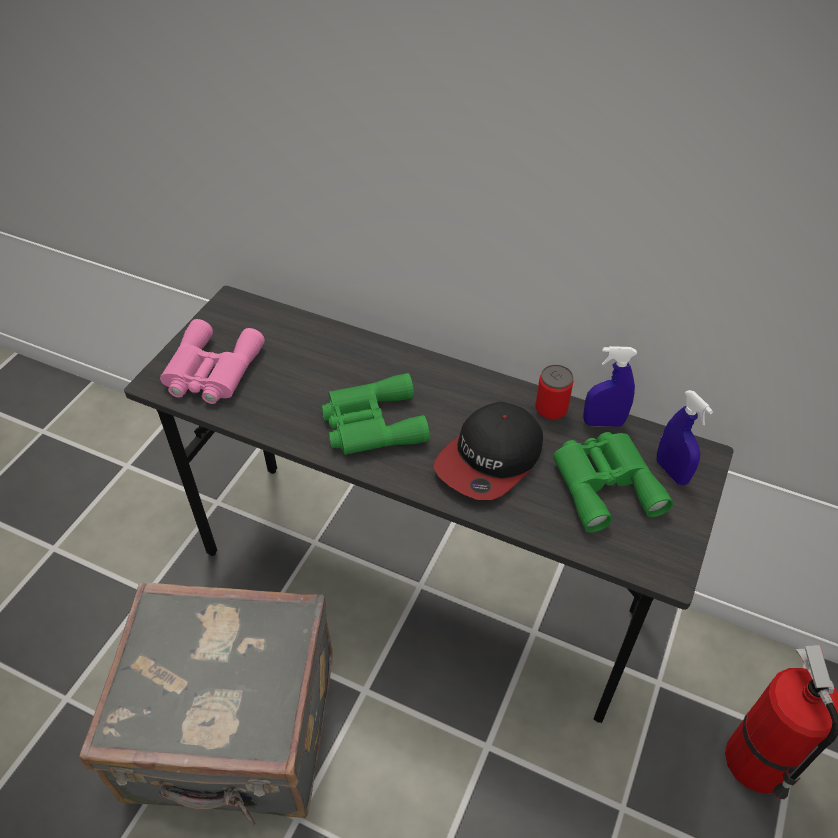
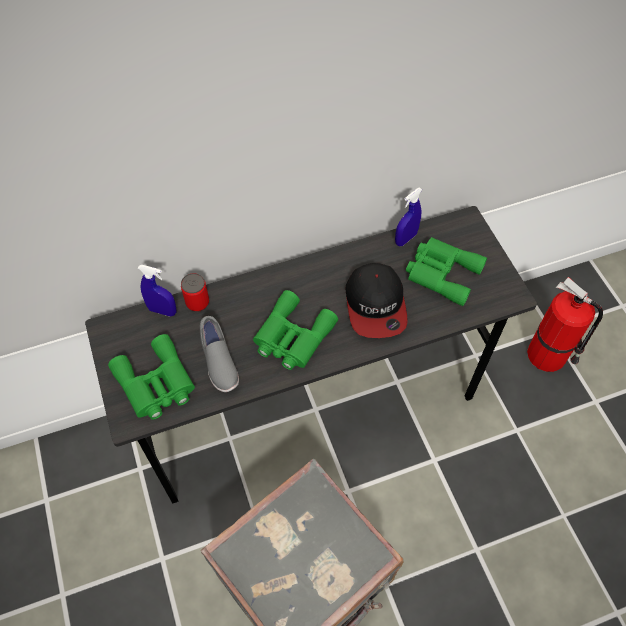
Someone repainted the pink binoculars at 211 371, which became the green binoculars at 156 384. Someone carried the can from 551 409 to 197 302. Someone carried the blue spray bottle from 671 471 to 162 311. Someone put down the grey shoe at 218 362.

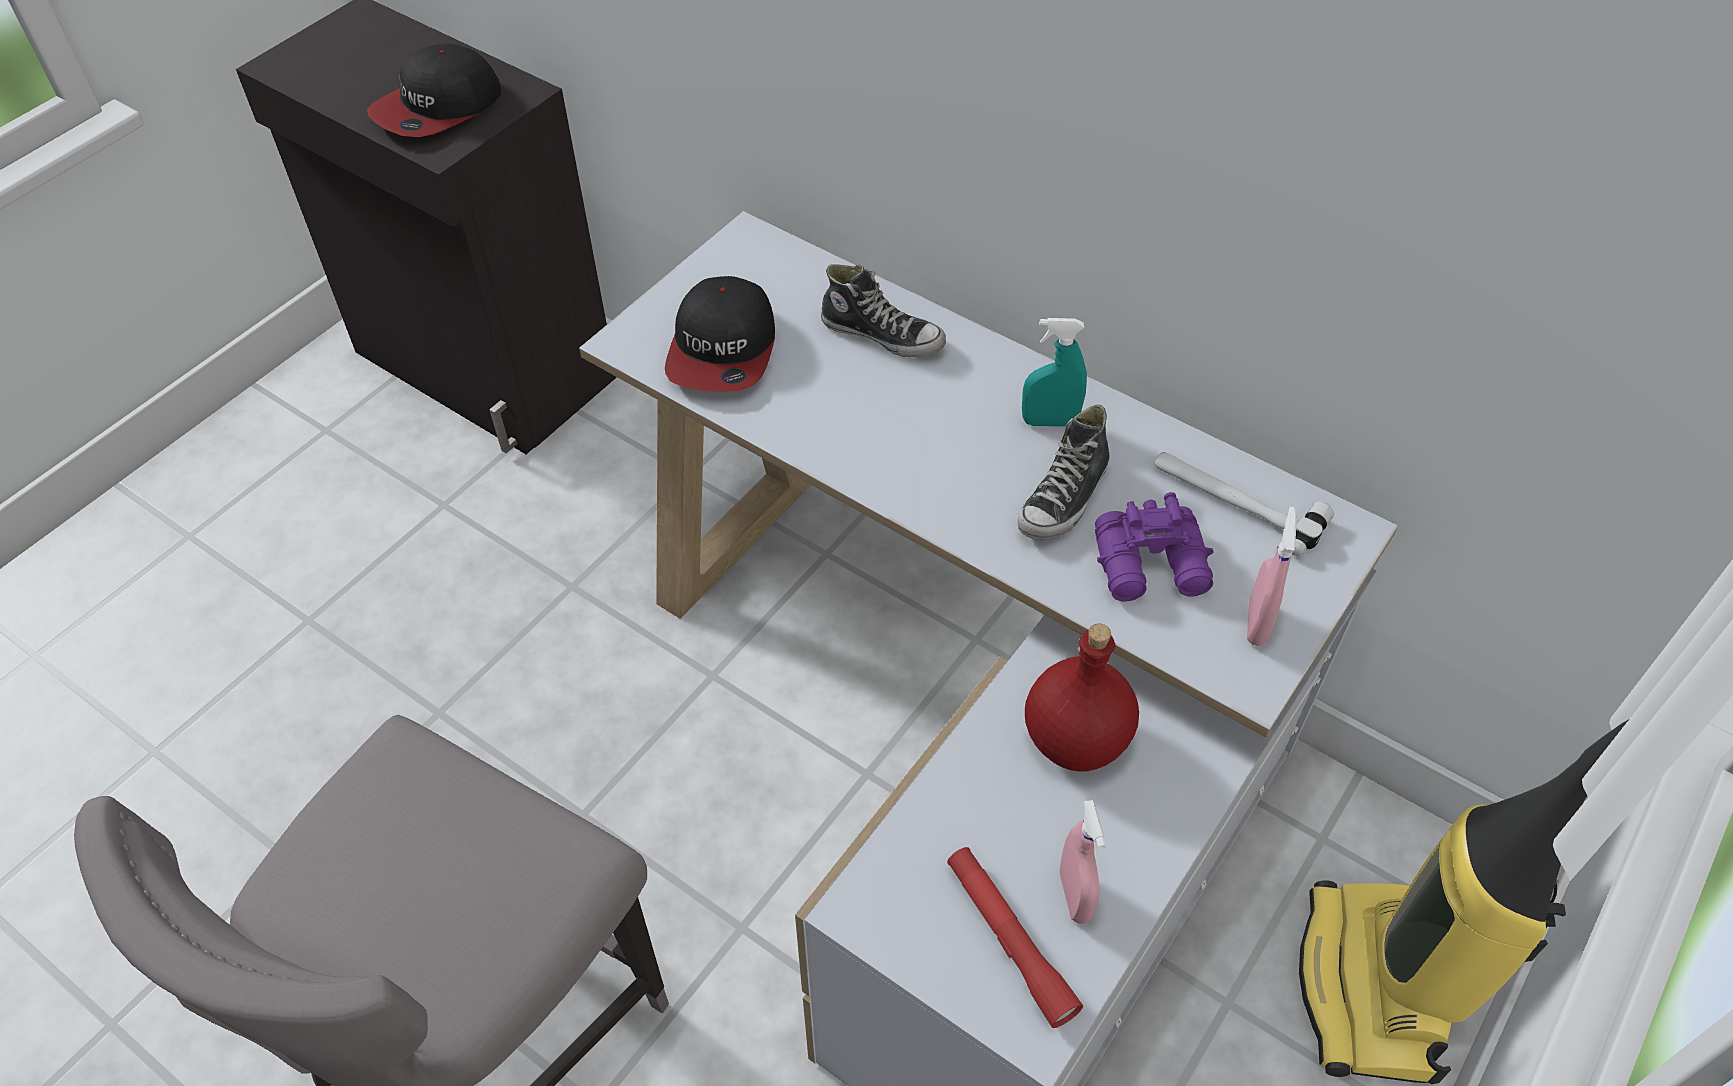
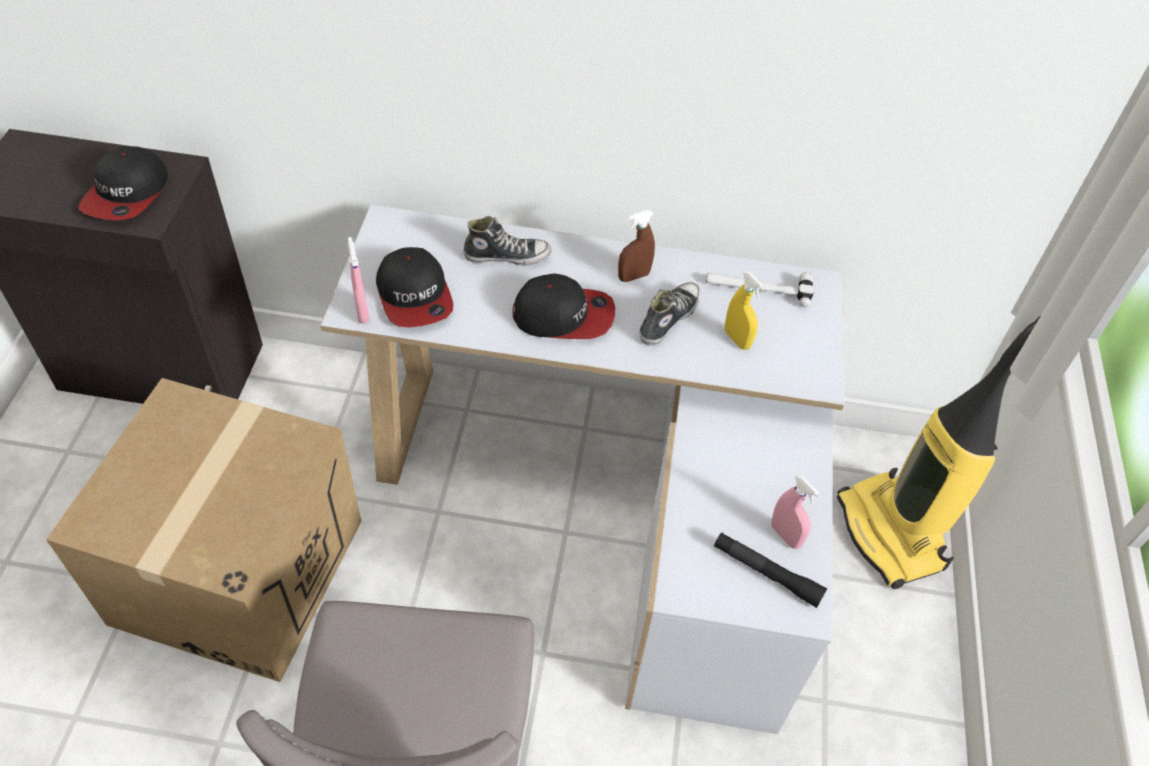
Someone repainted the red flashlight at 1009 940, which became the black flashlight at 766 573. Someone rotated the shoe at 1064 499 by 150 degrees counterclockwise. Someone repainted the turquoise spray bottle at 1049 422, which became the brown spray bottle at 634 276. Someone took away the red bottle at 1077 739. Someone swapped the purple binoculars at 1153 567 for the yellow spray bottle at 737 339. Someone carried the pink spray bottle from 1256 624 to 362 312. Someone put down the cardboard box at 238 570. Someone put down the cap at 564 315.

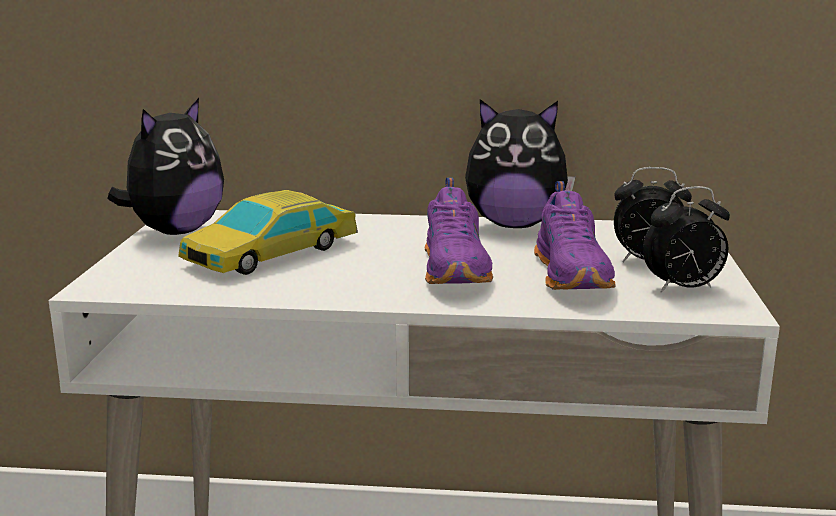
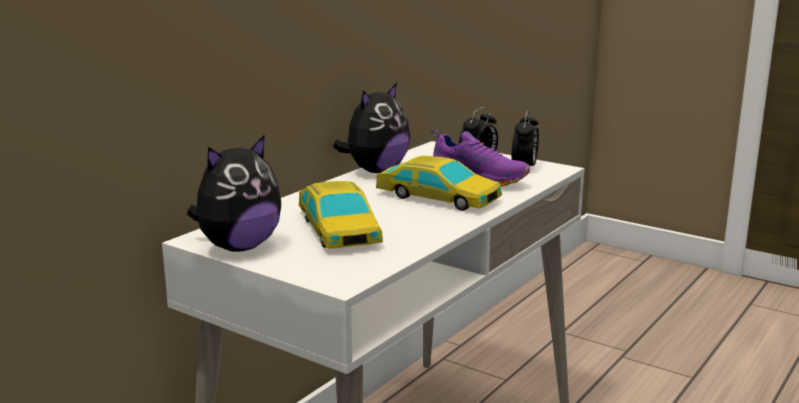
Someone rotated the plush toy at 175 231 by 75 degrees clockwise. Someone swapped the purple shoe at 457 270 for the toy car at 438 197.

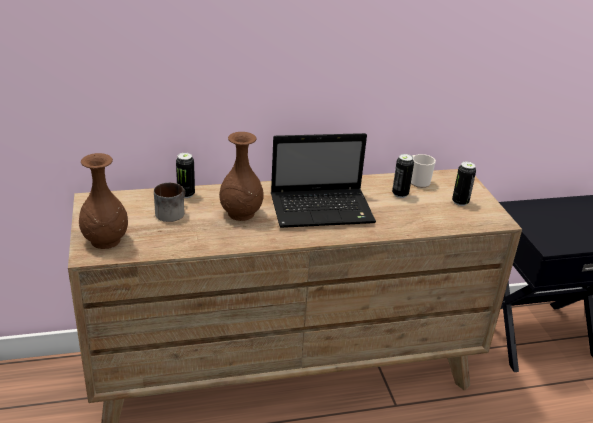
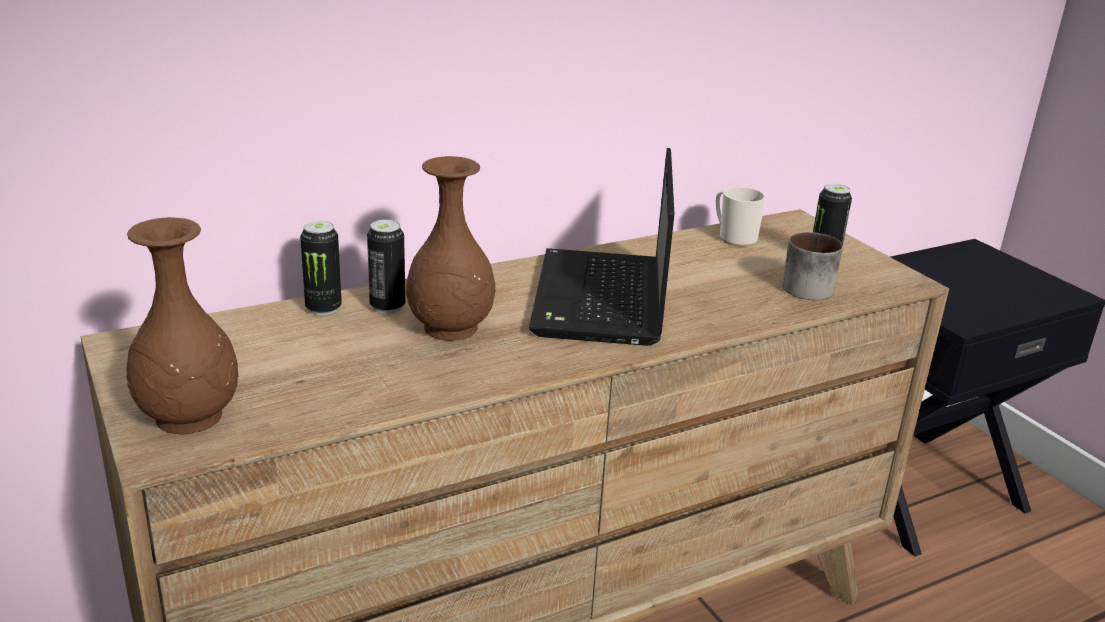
Someone carried the mug from 171 212 to 805 285. Someone rotated the laptop at 323 209 by 120 degrees clockwise. Someone carried the can from 400 194 to 387 307.

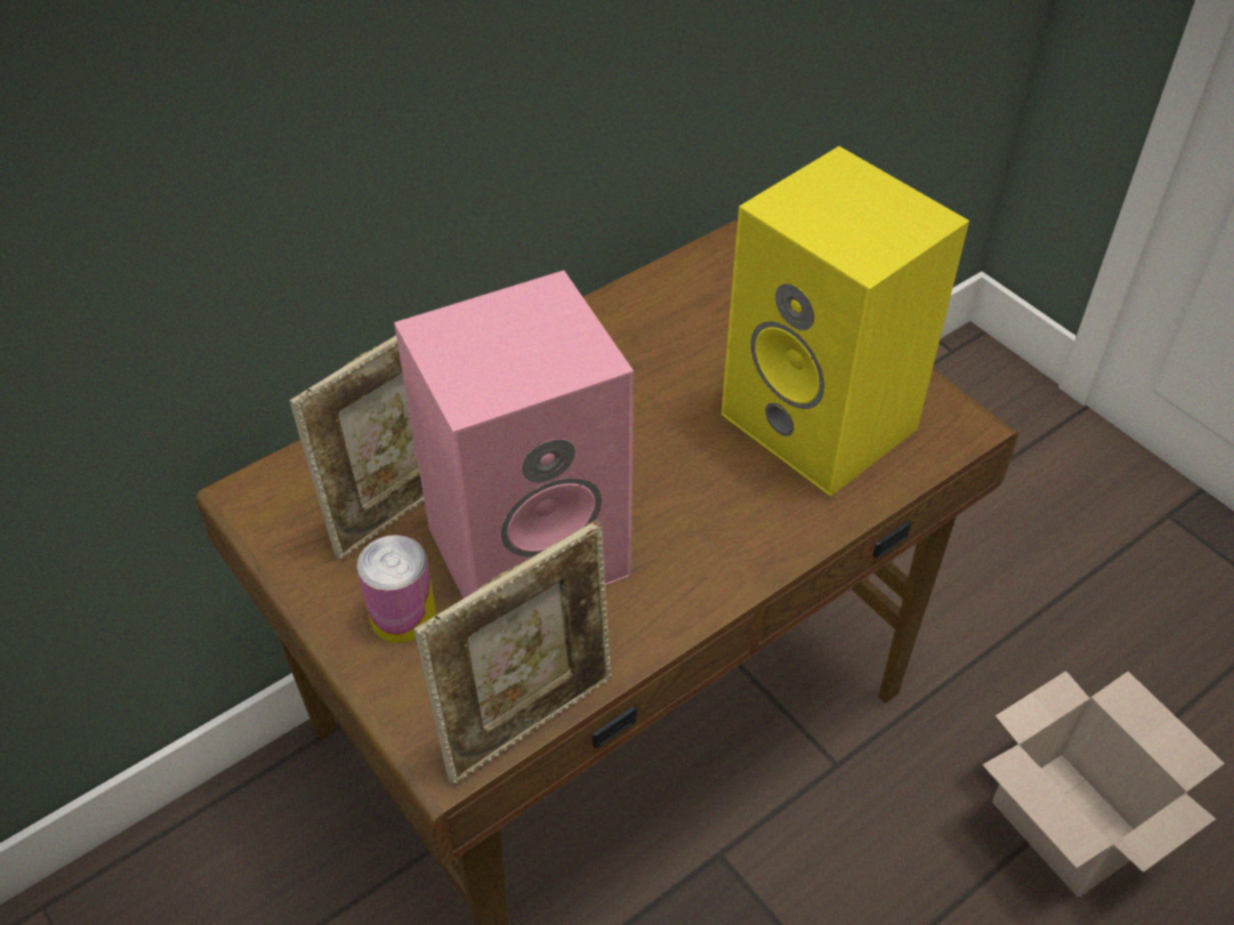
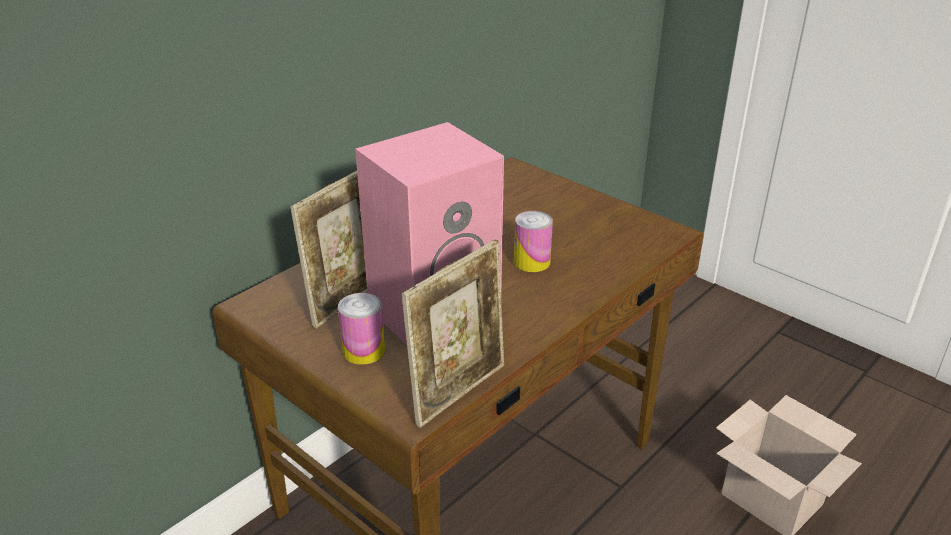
Someone took away the yellow speaker at 824 422. Someone put down the can at 532 262.

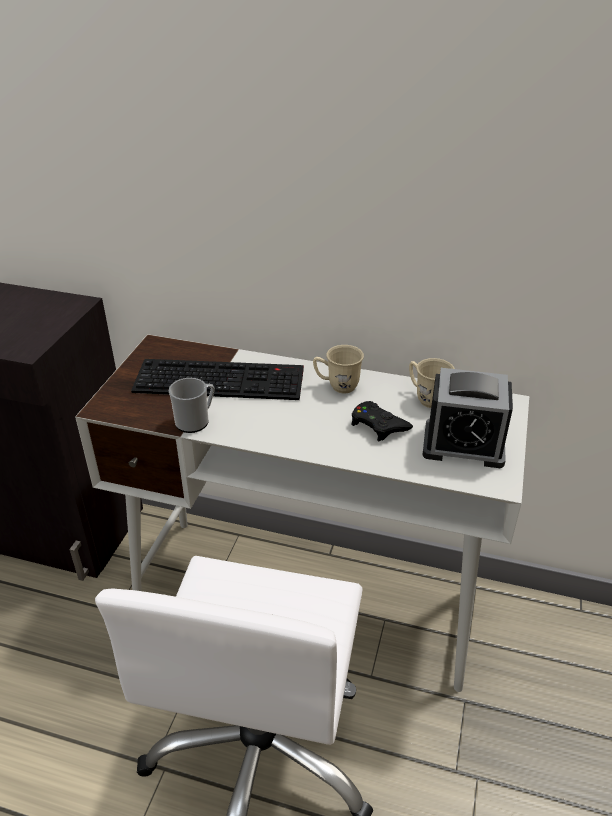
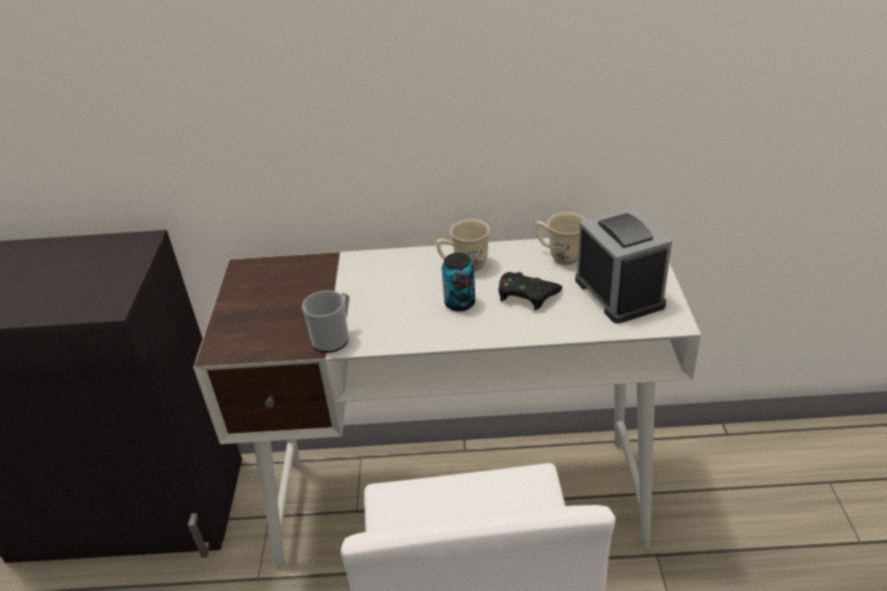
Someone took away the keyboard at 222 379. Someone rotated the alarm clock at 463 445 by 105 degrees counterclockwise. Someone put down the can at 459 303.

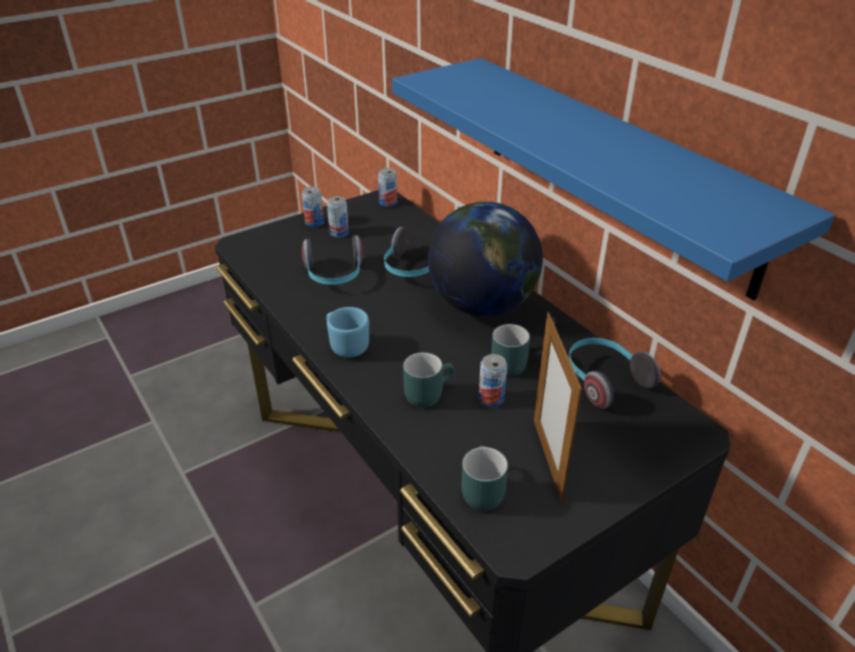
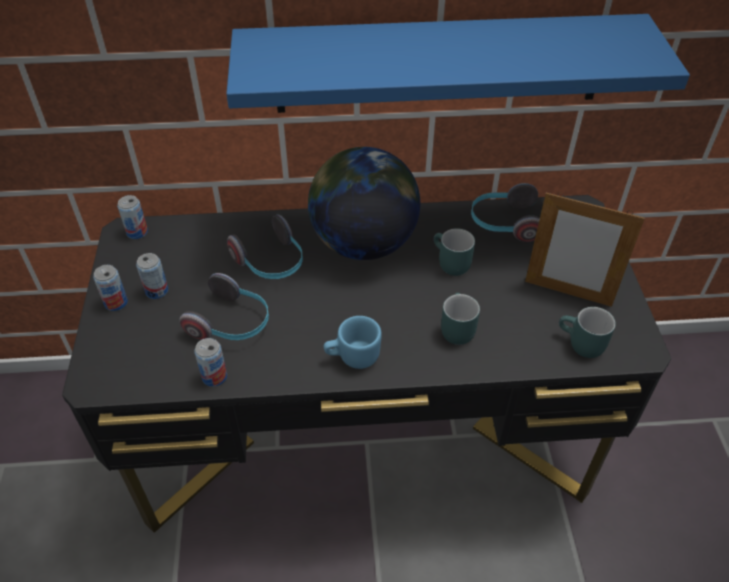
Someone carried the can from 491 399 to 214 376.

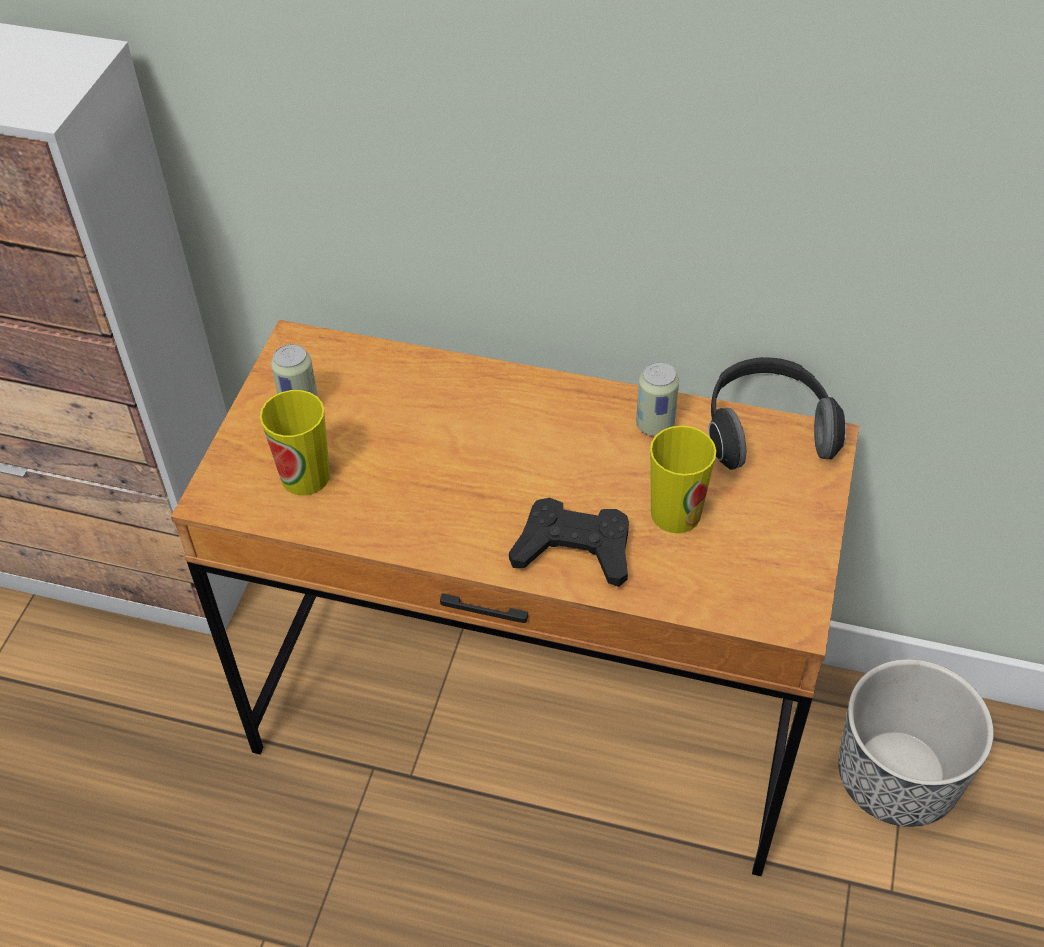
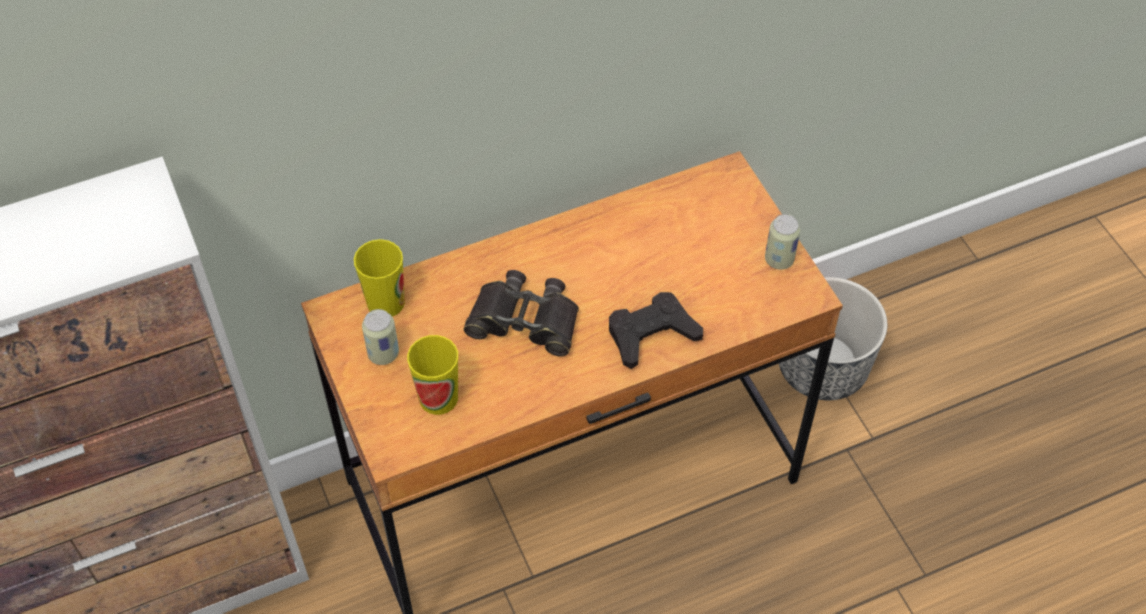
Someone carried the can from 655 424 to 779 259. Someone carried the cup from 675 513 to 386 302. Someone took away the headphones at 766 430. Someone put down the black binoculars at 525 320.

